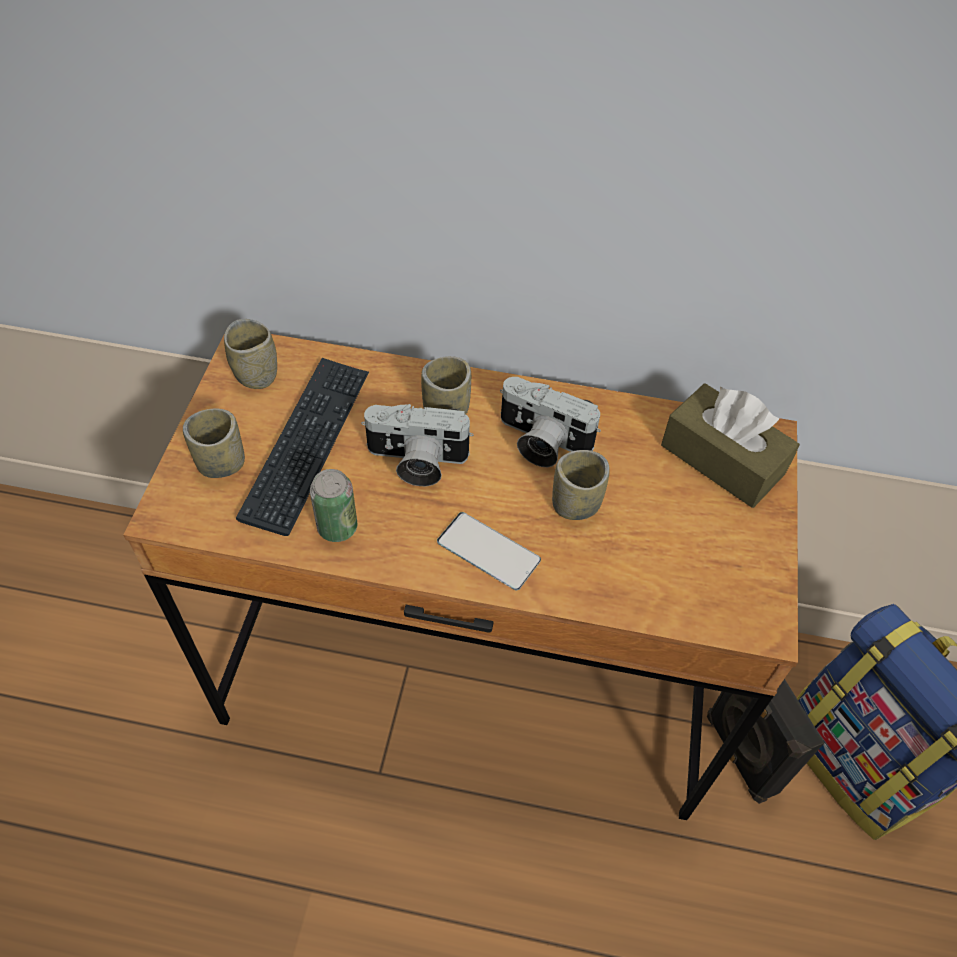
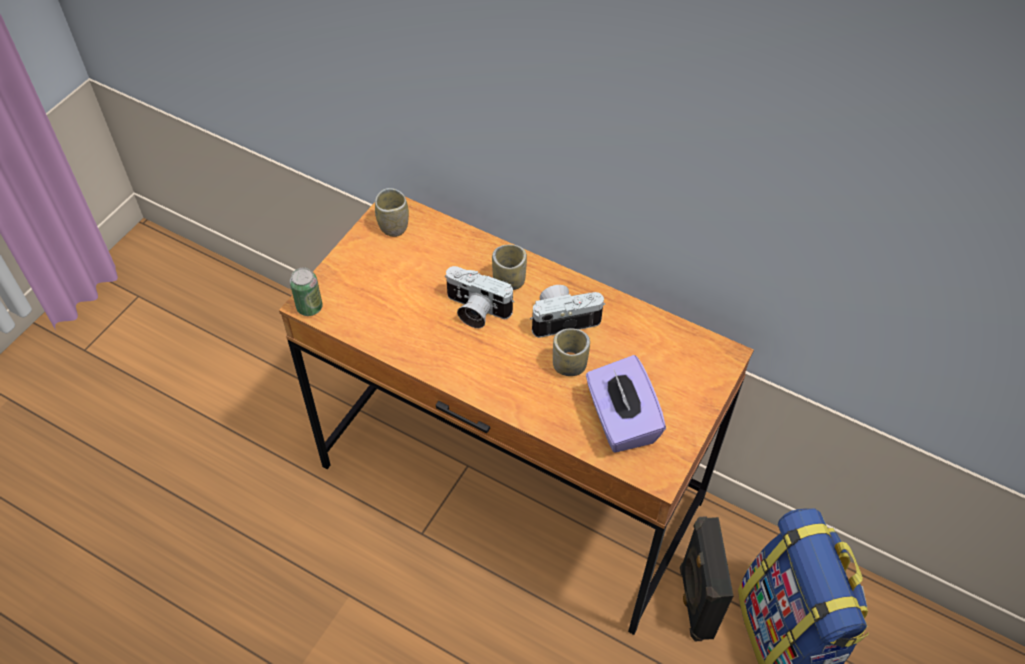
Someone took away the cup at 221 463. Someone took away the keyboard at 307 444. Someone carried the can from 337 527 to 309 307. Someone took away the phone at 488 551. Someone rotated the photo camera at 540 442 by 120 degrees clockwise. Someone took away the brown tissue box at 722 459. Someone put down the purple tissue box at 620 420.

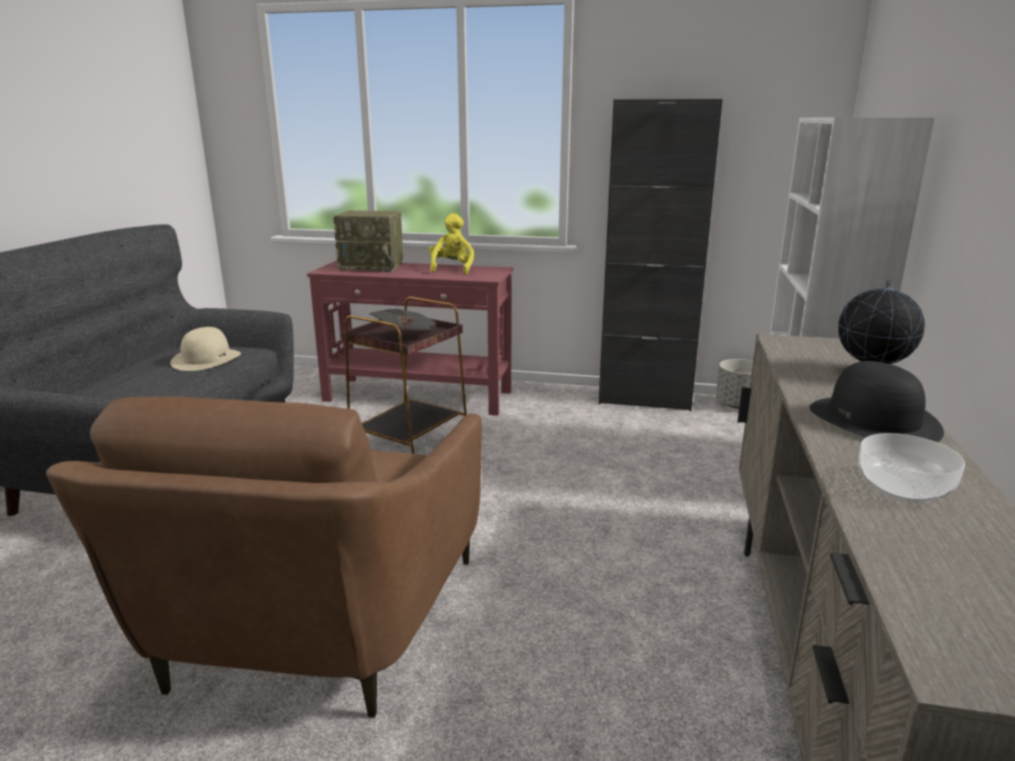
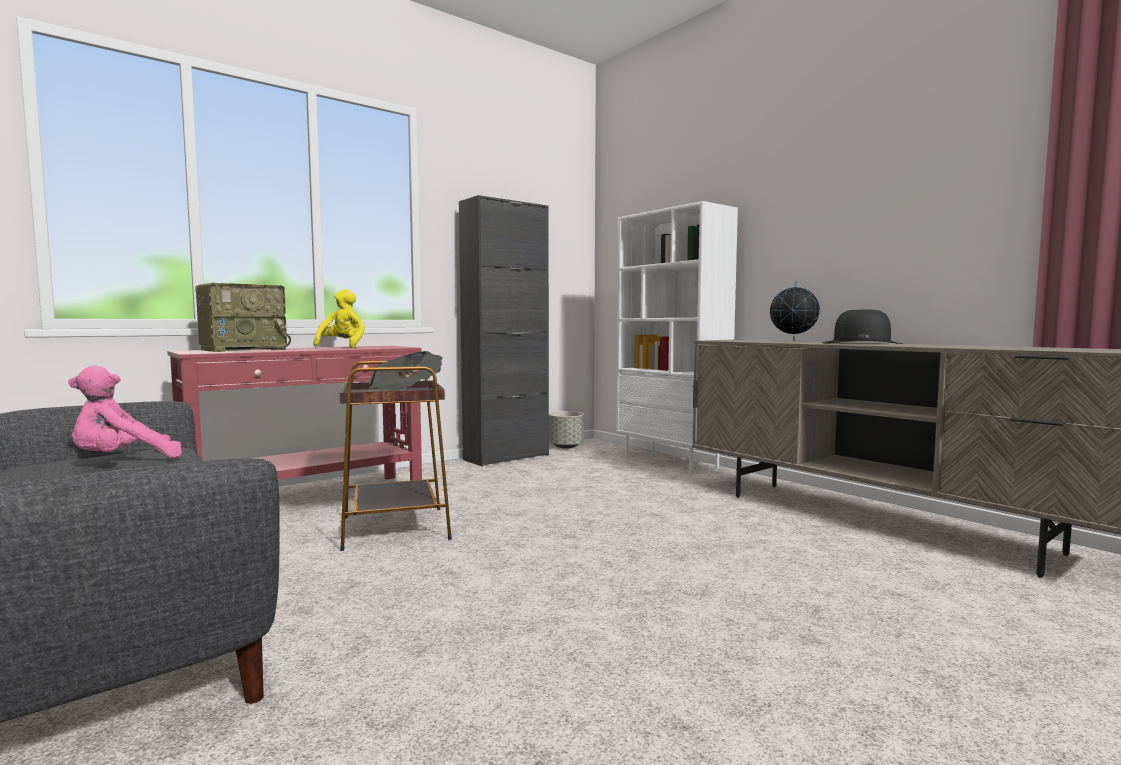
Someone took away the brown armchair at 311 626. Someone swapped the beige hat at 206 359 for the pink plush toy at 122 462. Someone rotated the yellow plush toy at 452 269 by 45 degrees clockwise. Someone took away the bowl at 903 487.

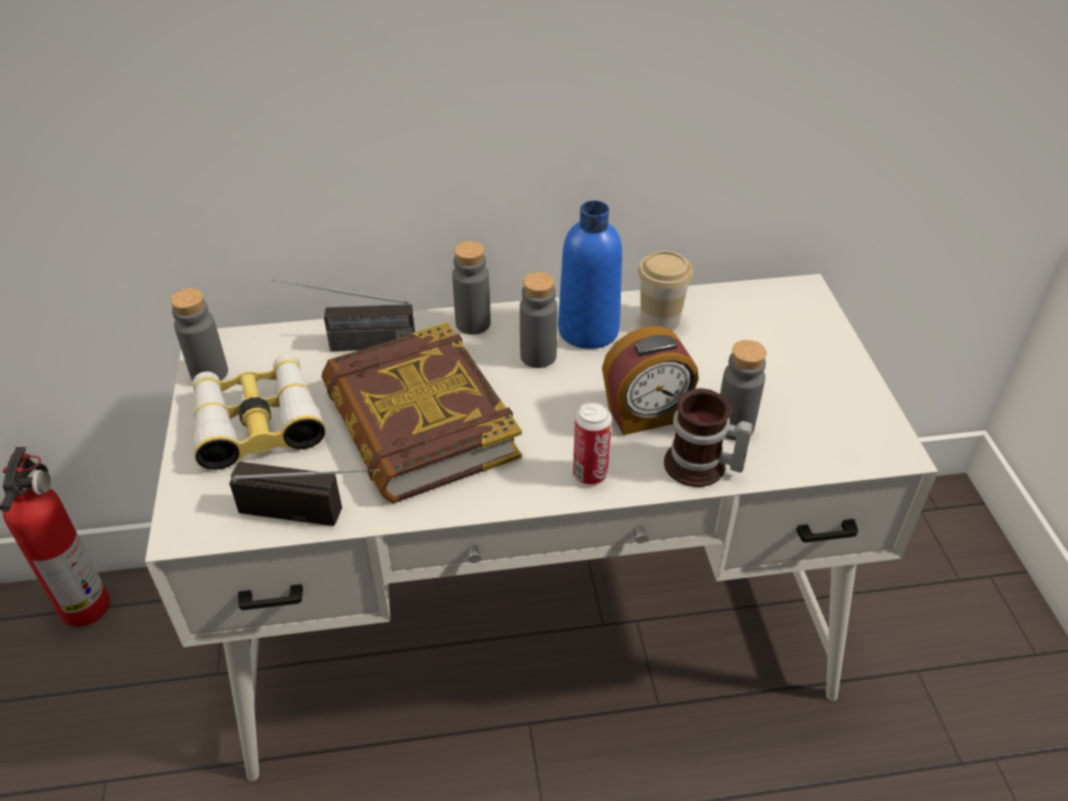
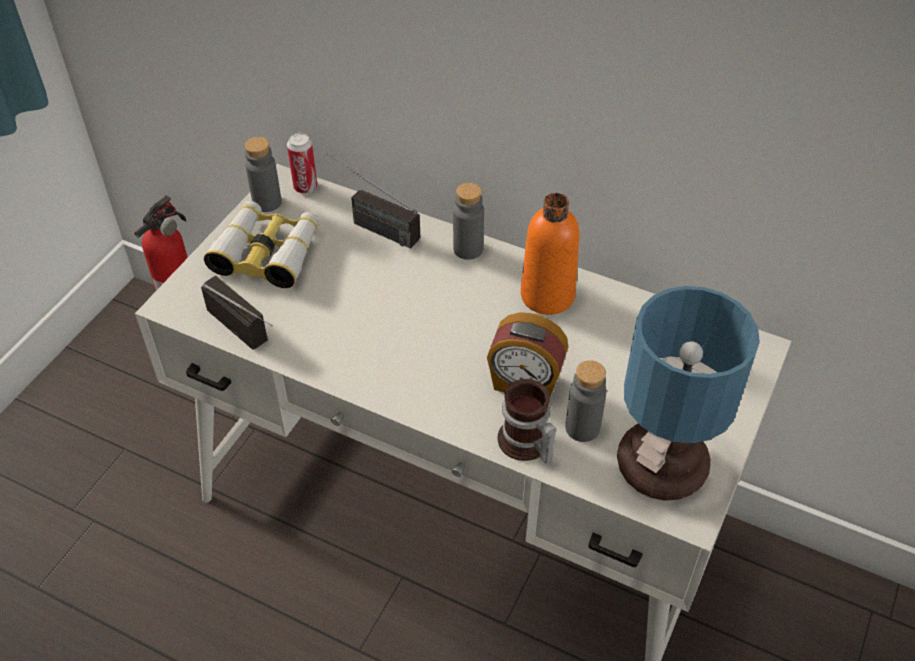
Someone took away the book at 419 423. Someone took away the grey bottle at 538 356. Someone repainted the blue bottle at 588 330, which became the orange bottle at 547 296. Someone carried the can from 590 474 to 305 187. Someone took away the cup at 659 320. Someone put down the table lamp at 661 463.

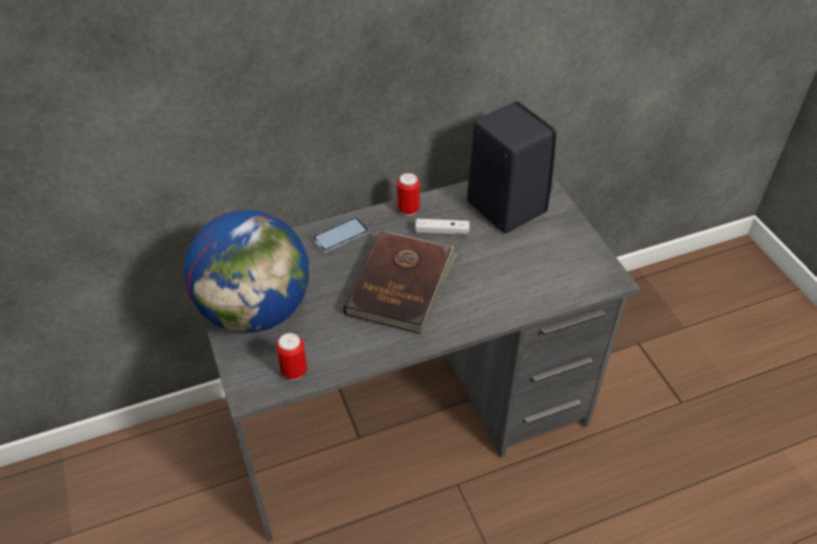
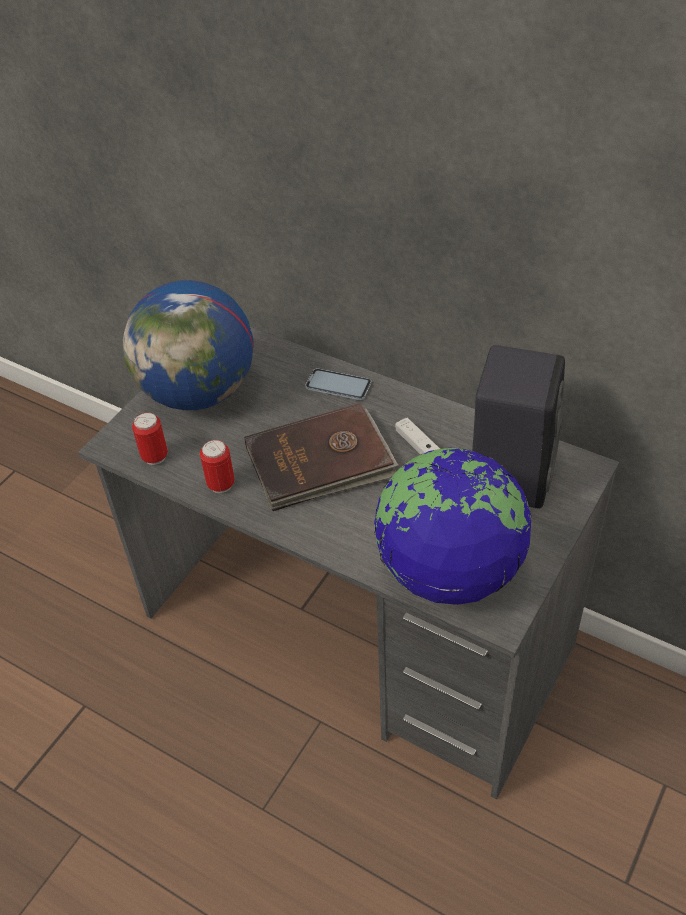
Someone carried the can from 408 210 to 221 484. Someone put down the globe at 449 571.

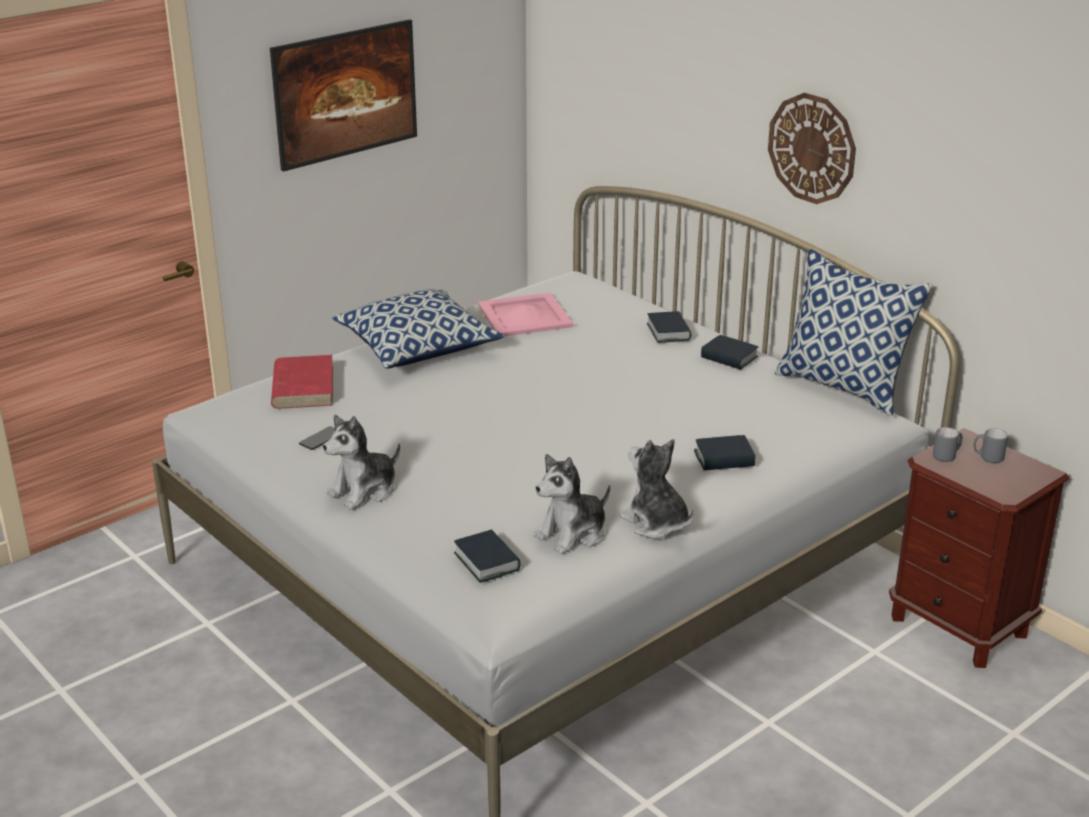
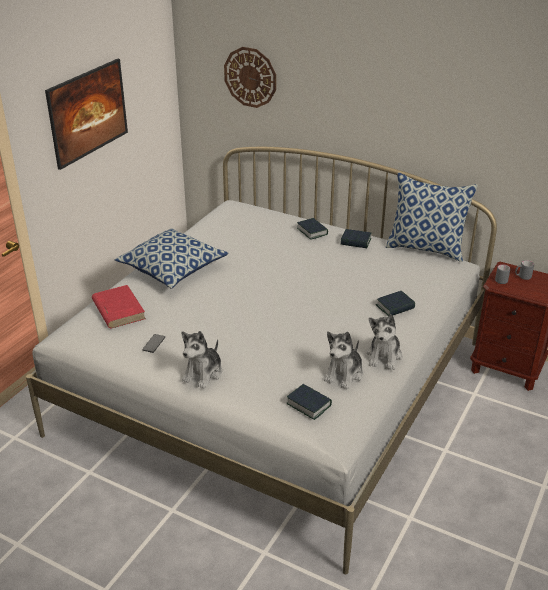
Someone took away the pink tray at 525 315. Someone rotated the plush toy at 656 523 by 105 degrees counterclockwise. Someone carried the wall clock from 812 148 to 250 77.

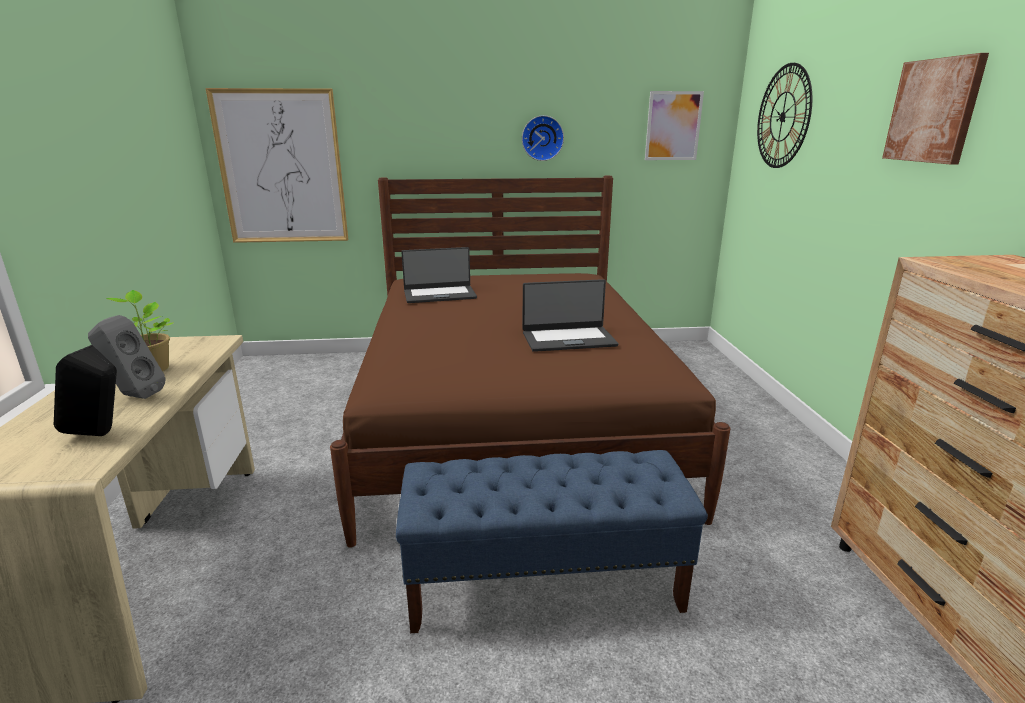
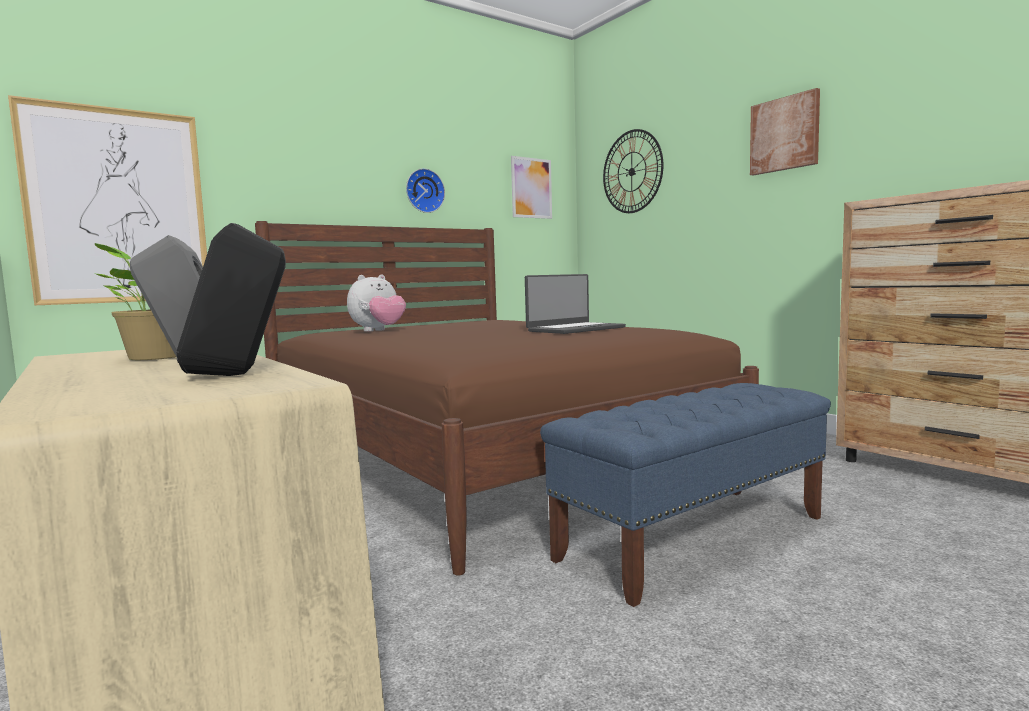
Someone swapped the laptop at 439 294 for the plush toy at 378 331.

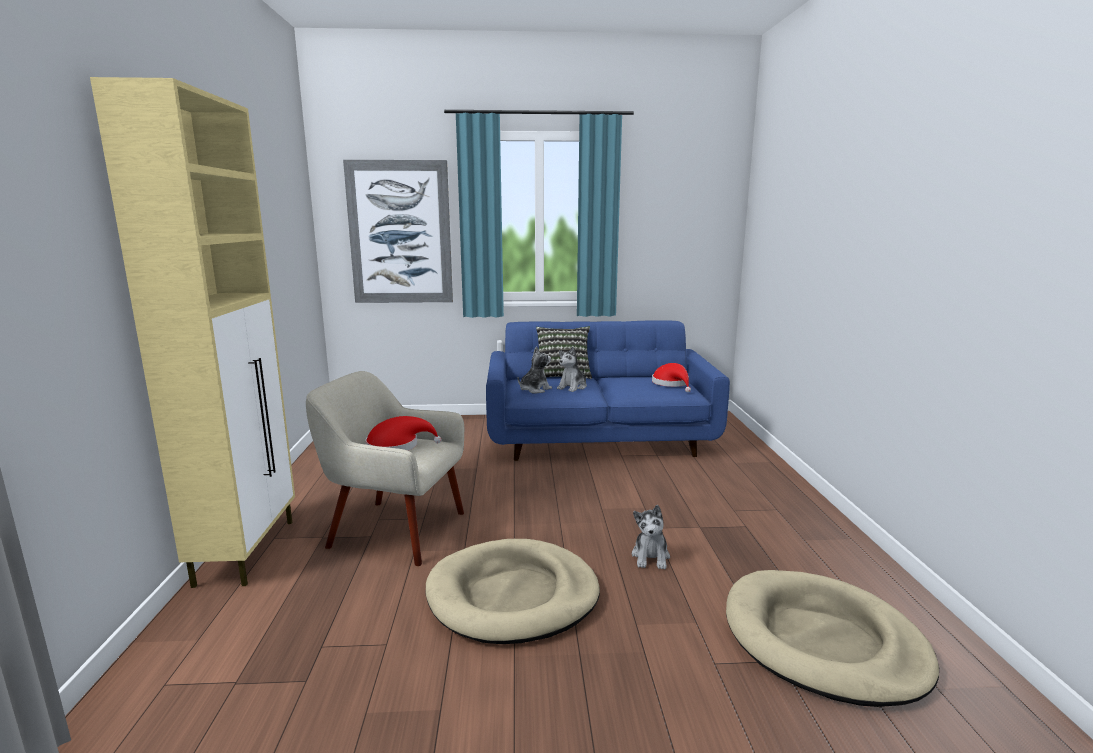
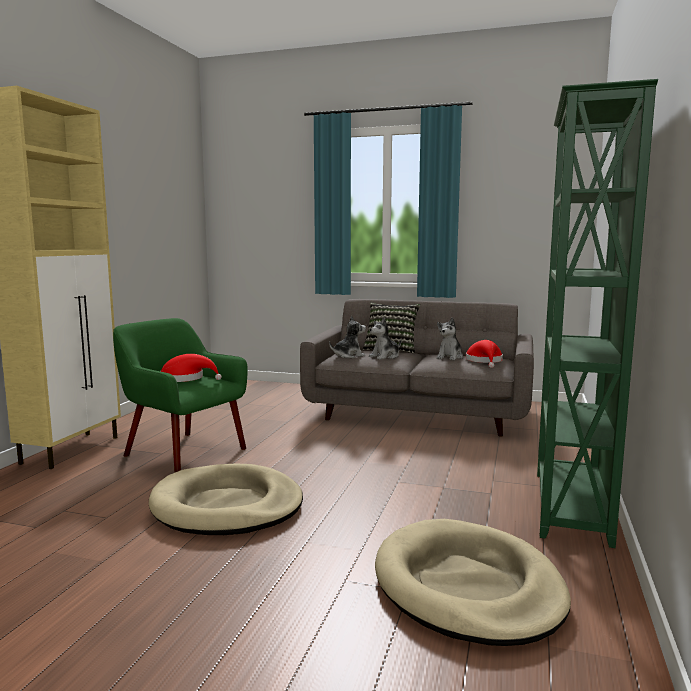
Someone repainted the beige armchair at 395 529, which became the green armchair at 183 452. Someone took away the picture at 400 233. Someone repainted the blue sofa at 599 438, which became the grey sofa at 419 413. Someone carried the plush toy from 651 557 to 450 357. Someone put down the green bookcase at 569 507.

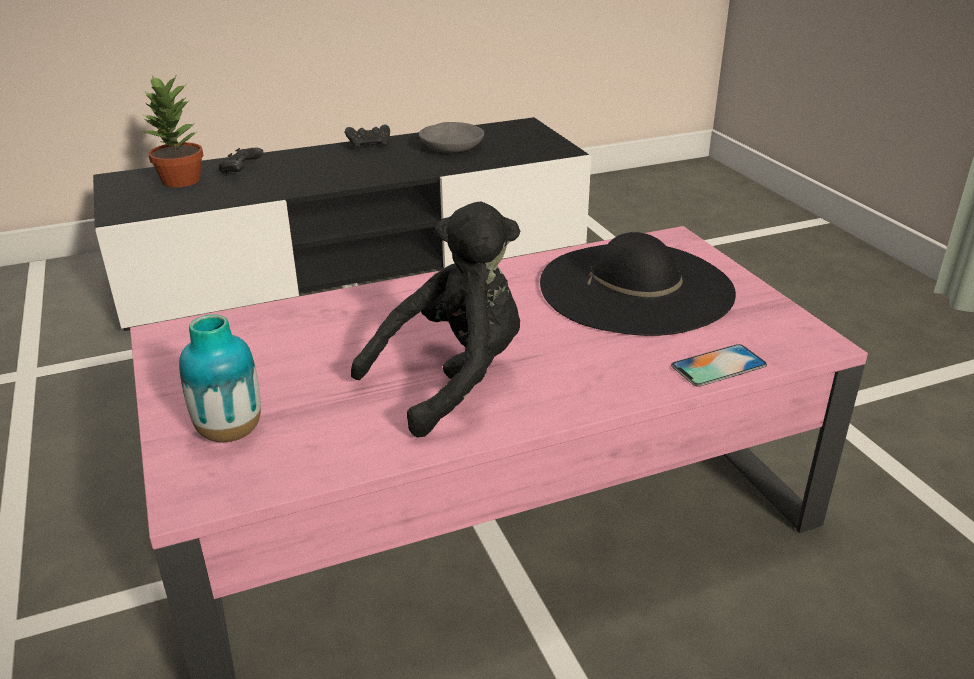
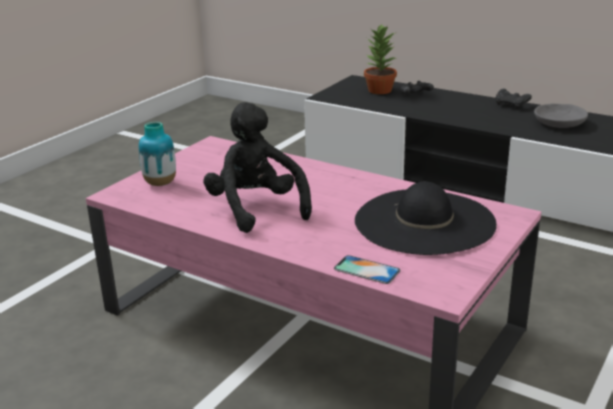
Someone rotated the black plush toy at 453 379 by 135 degrees counterclockwise.

